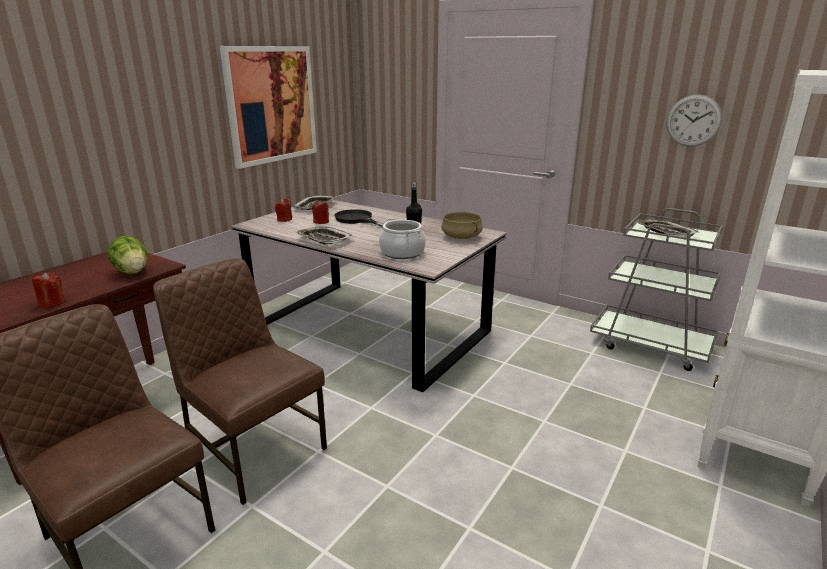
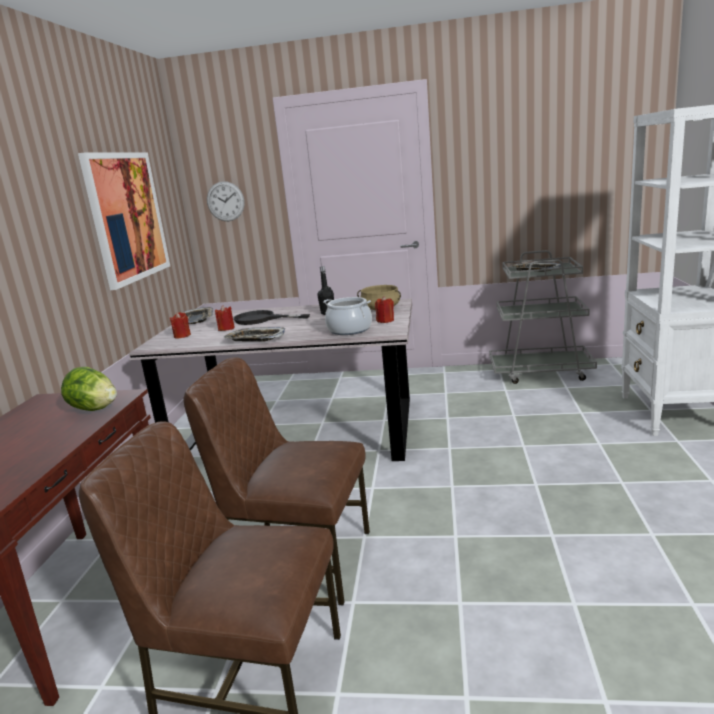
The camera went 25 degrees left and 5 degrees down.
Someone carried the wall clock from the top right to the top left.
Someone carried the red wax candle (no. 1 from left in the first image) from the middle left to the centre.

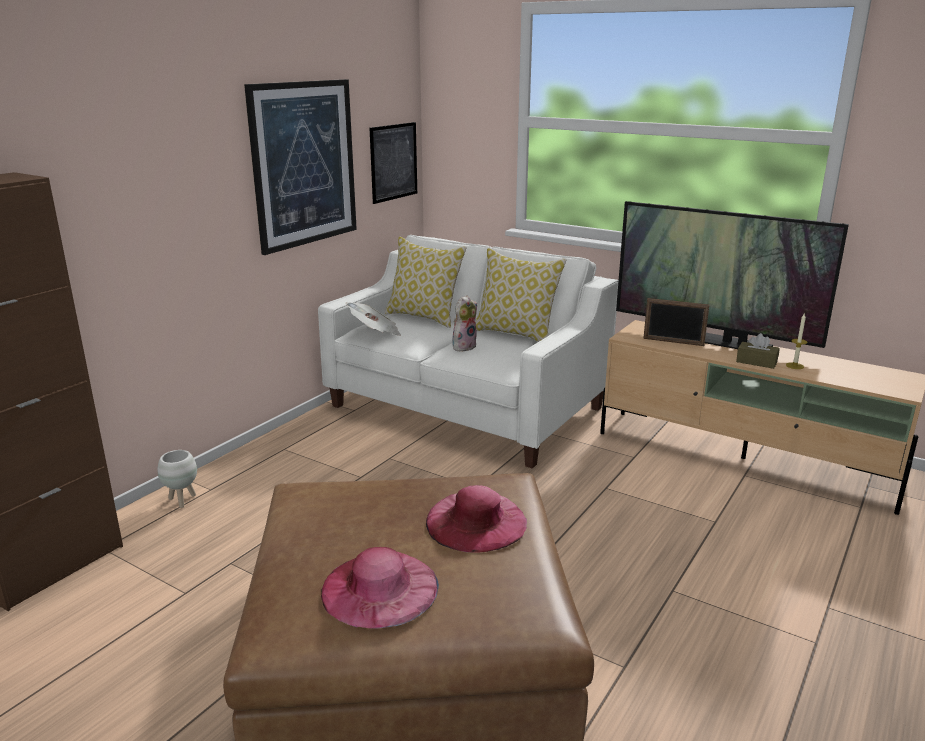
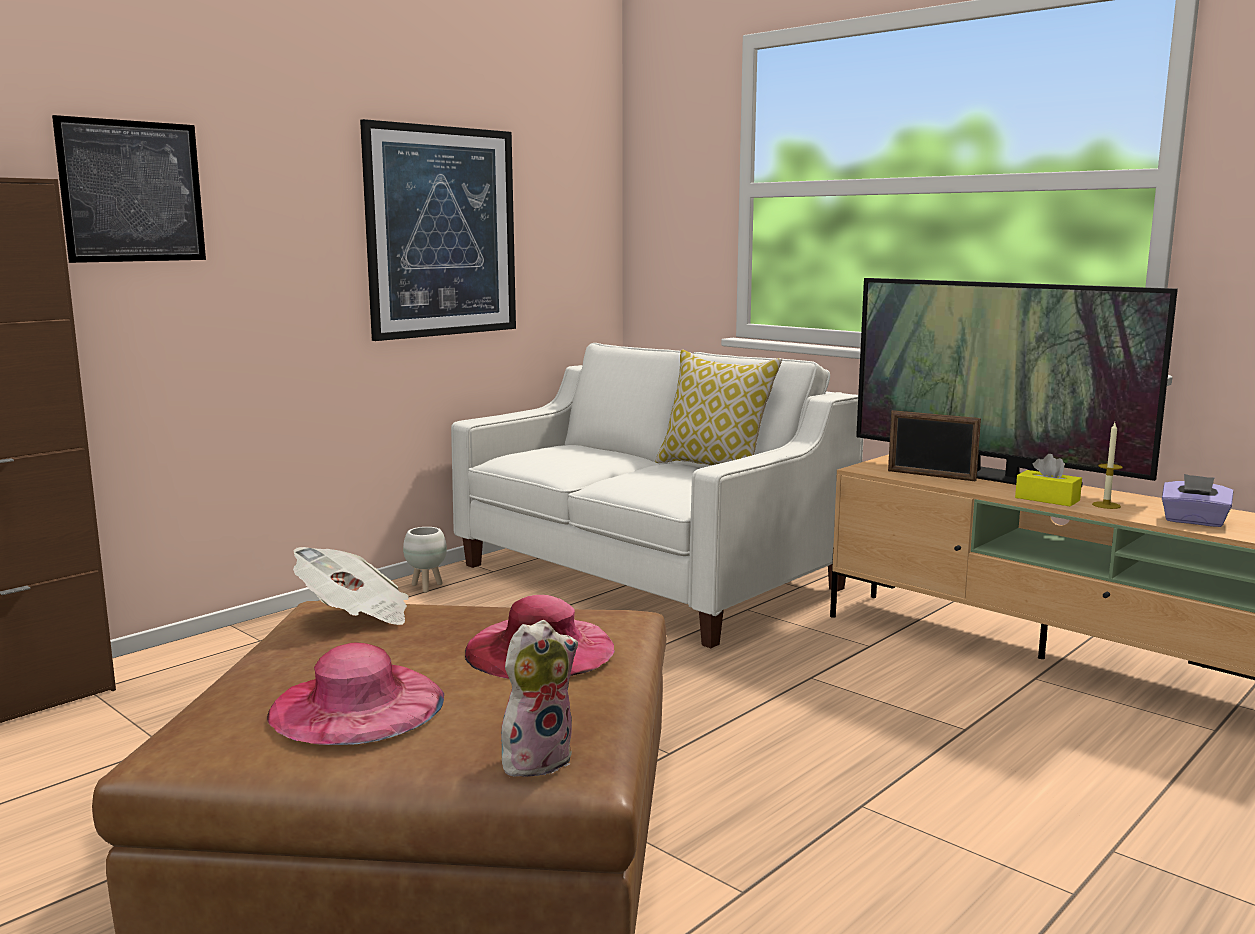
The camera went 10 degrees right and 10 degrees down.
Someone carried the wall picture (no. 2 from left in the first image) from the top centre to the top left.
Someone took away the pillow (no. 1 from left) at the centre.
Someone carried the soft toy from the centre to the bottom centre.
Someone carried the newspaper from the centre to the middle left.
Someone repainted the brownish tissue box at the middle right, which became the yellowish tissue box at the middle right.
Someone carried the white-coloured flower pot from the middle left to the centre.
Someone put down the purple tissue box at the middle right.

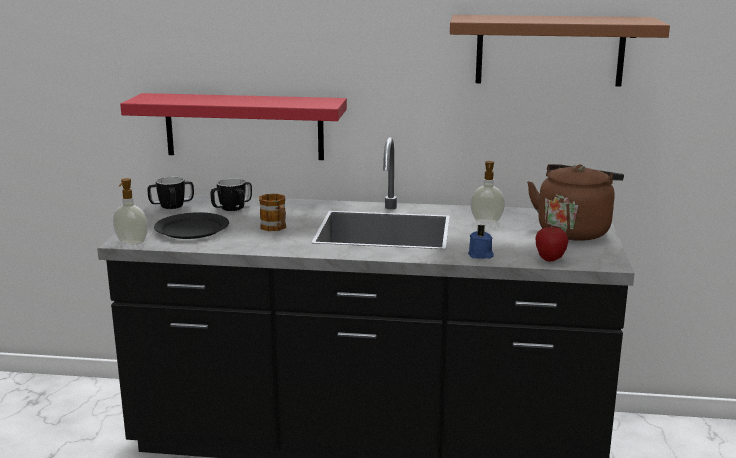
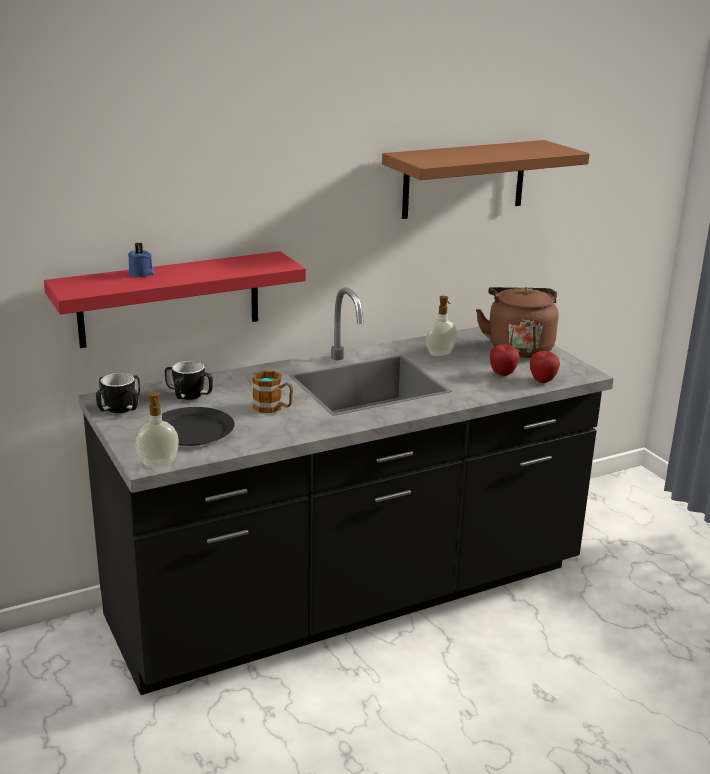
The camera went 35 degrees left and 5 degrees up.
Someone carried the blue wax candle from the centre to the middle left.
Someone put down the whole apple (no. 1 from left) at the middle right.

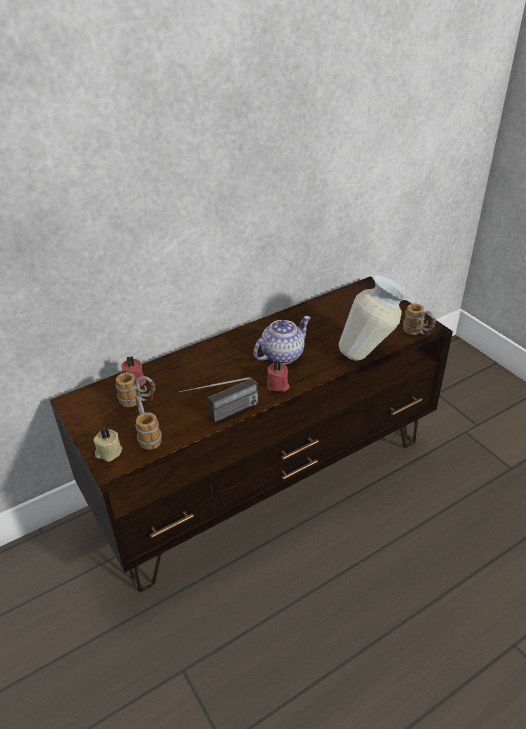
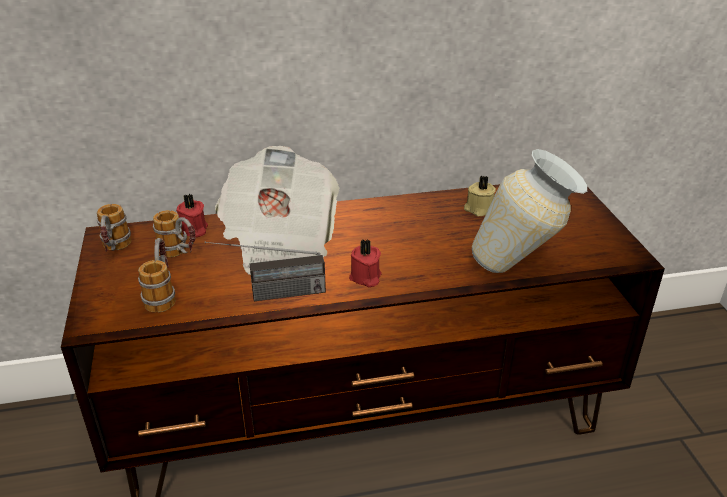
The camera went 20 degrees right and 5 degrees down.
Someone carried the tea mug (no. 3 from left in the first image) from the middle right to the middle left.
Someone took away the pot for tea at the centre.
Someone carried the beige-coloured wax candle from the middle left to the centre.
Someone put down the newspaper at the centre.

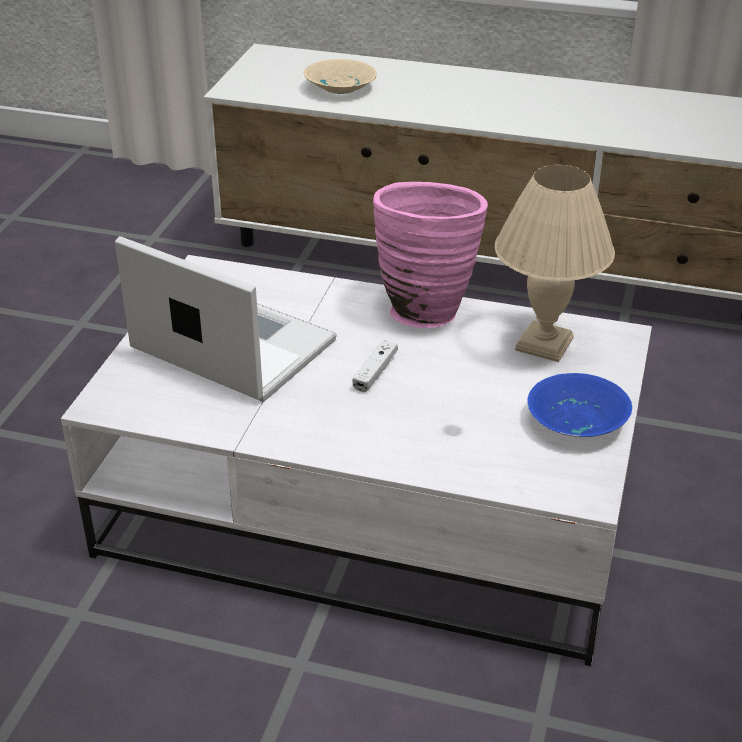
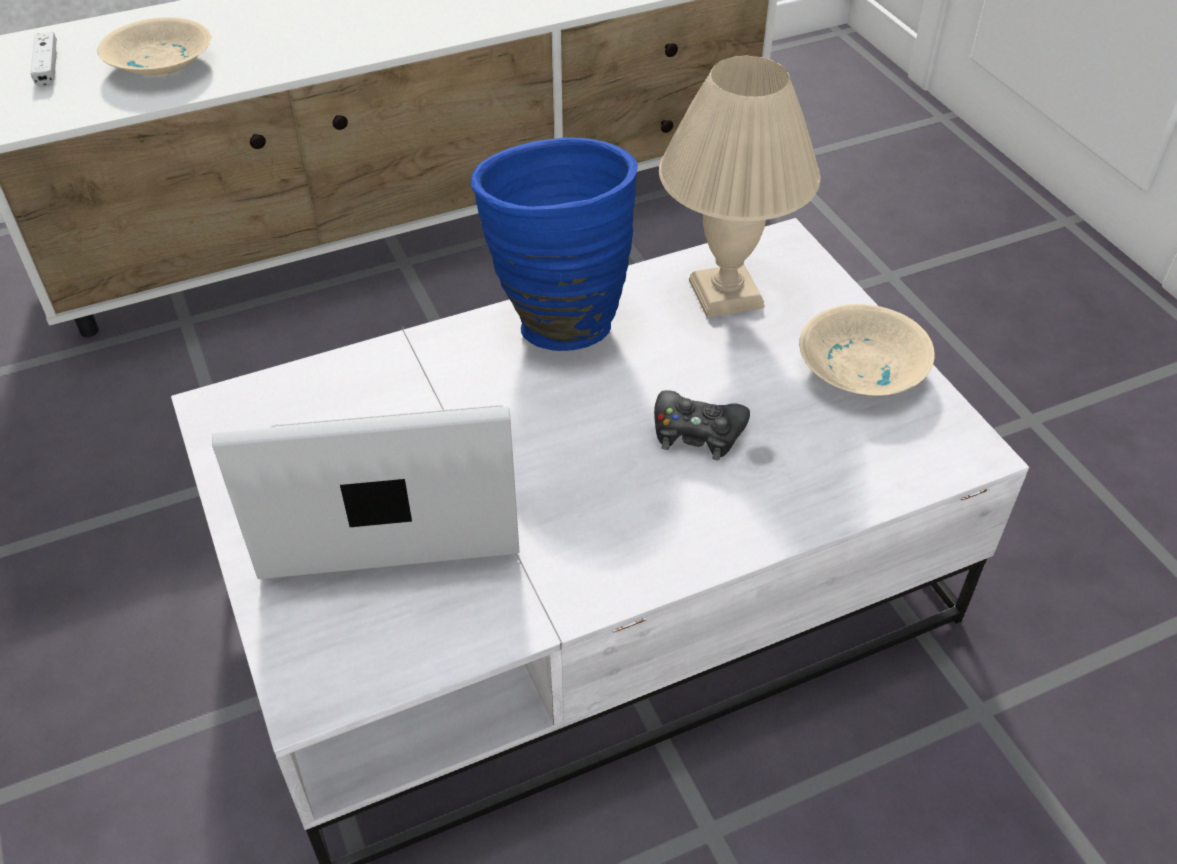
The camera went 40 degrees left and 10 degrees up.
Someone repainted the pink-coloured flower vase at the centre, which became the blue flower vase at the top centre.
Someone carried the white-coloured joypad from the centre to the top left.
Someone repainted the blue serving bowl at the middle right, which became the beige-coloured serving bowl (no. 2 from left) at the middle right.
Someone put down the black joypad at the centre.

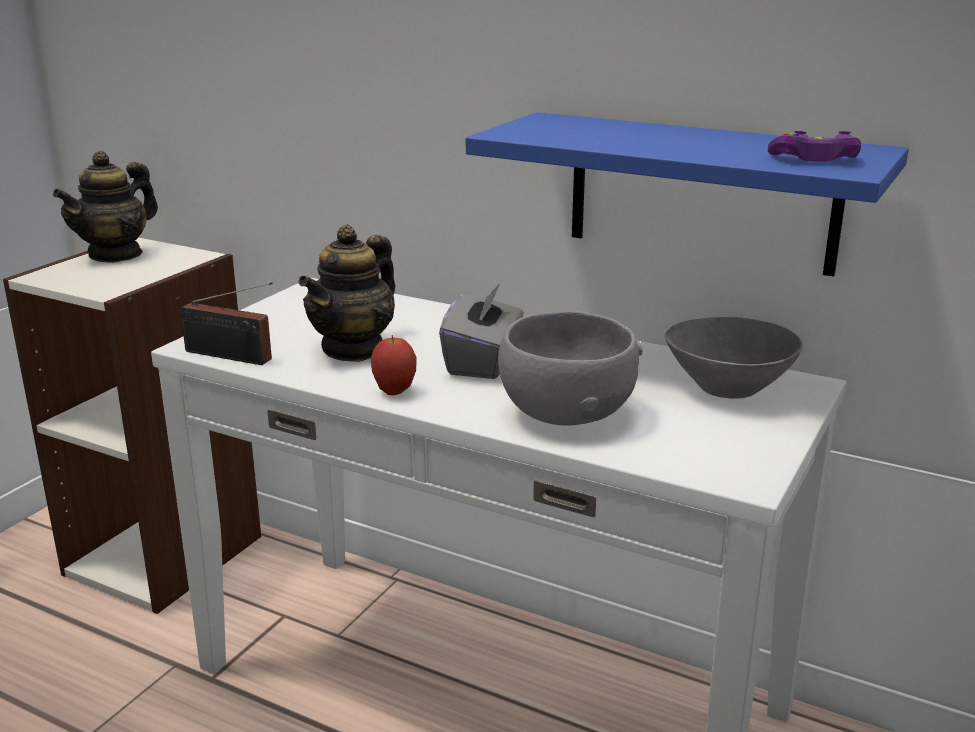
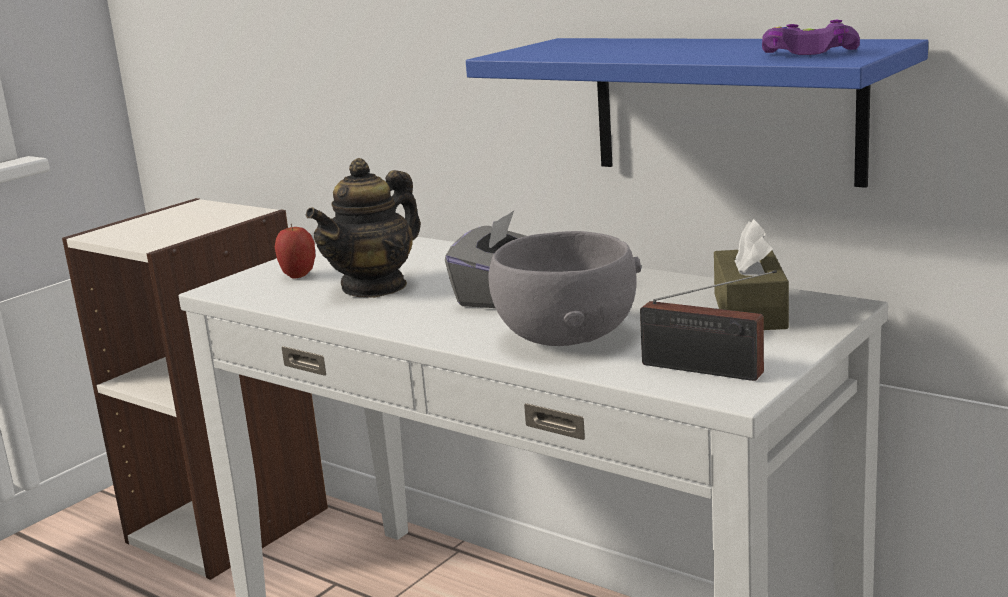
The camera went 10 degrees right and 5 degrees down.
Someone took away the pot for tea (no. 1 from left) at the top left.
Someone carried the radio set from the middle left to the middle right.
Someone swapped the greyish serving bowl (no. 2 from left) at the middle right for the brownish tissue box at the middle right.
Someone carried the whole apple from the centre to the middle left.

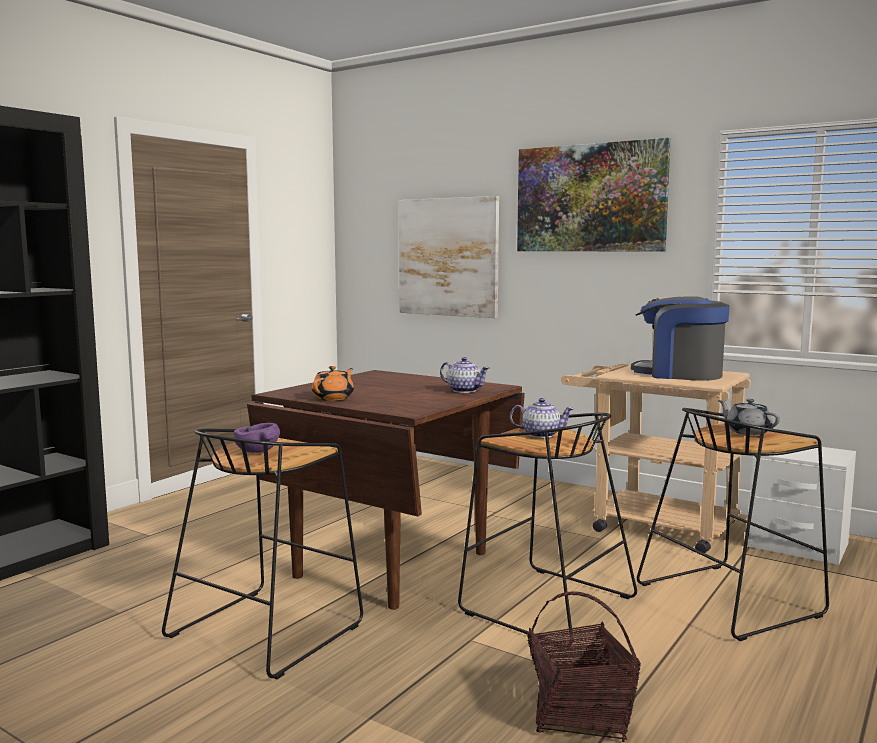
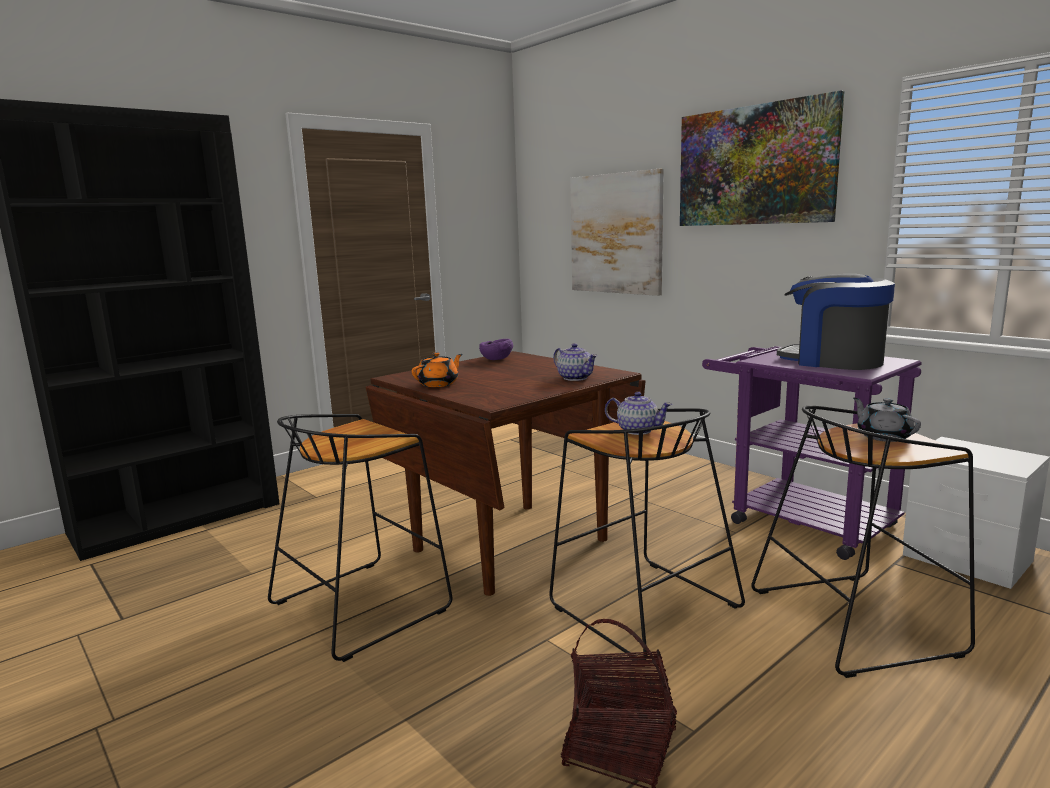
The camera went 15 degrees right and 5 degrees up.
Someone repainted the beige-coloured cart at the middle right, which became the purple cart at the middle right.
Someone carried the purple serving bowl from the middle left to the centre.

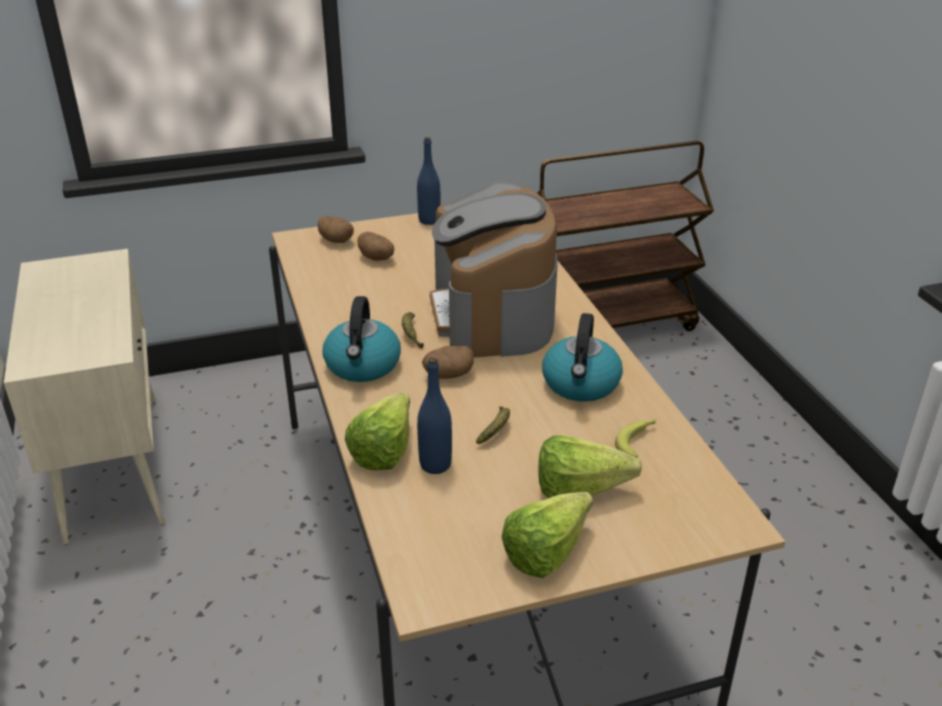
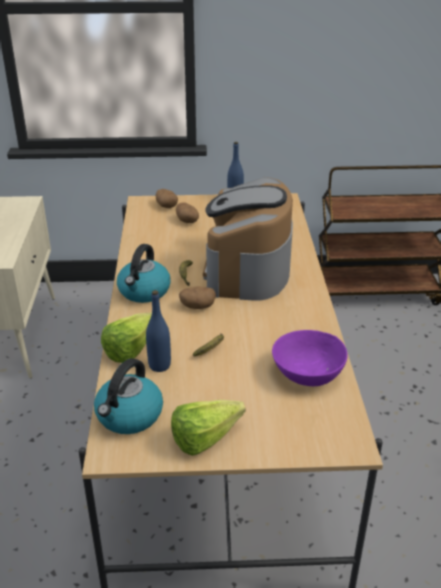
The camera went 15 degrees right and 0 degrees up.
Someone carried the tea kettle (no. 2 from left in the first image) from the centre to the bottom left.
Someone swapped the whole banana (no. 3 from left) at the middle right for the purple serving bowl at the middle right.
Someone took away the head of lettuce (no. 3 from left) at the centre.

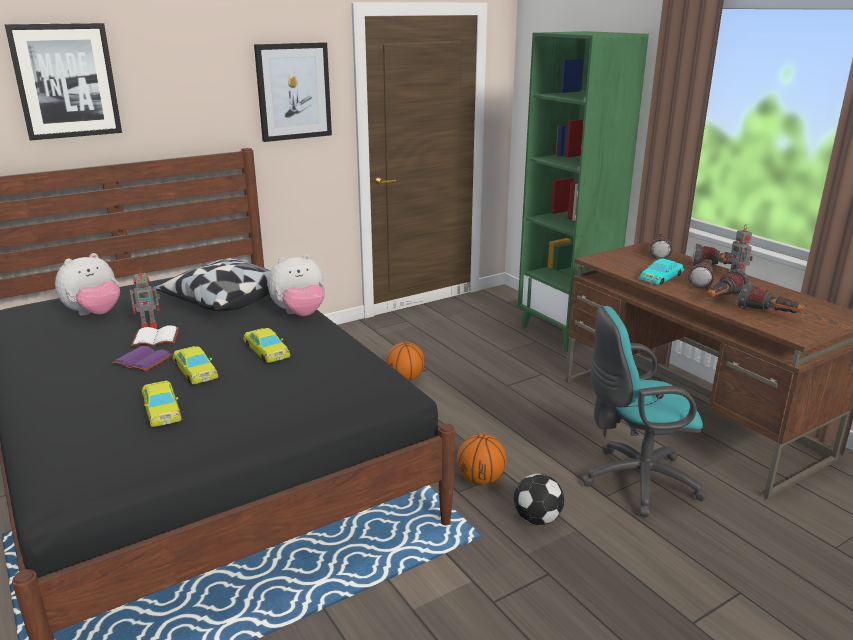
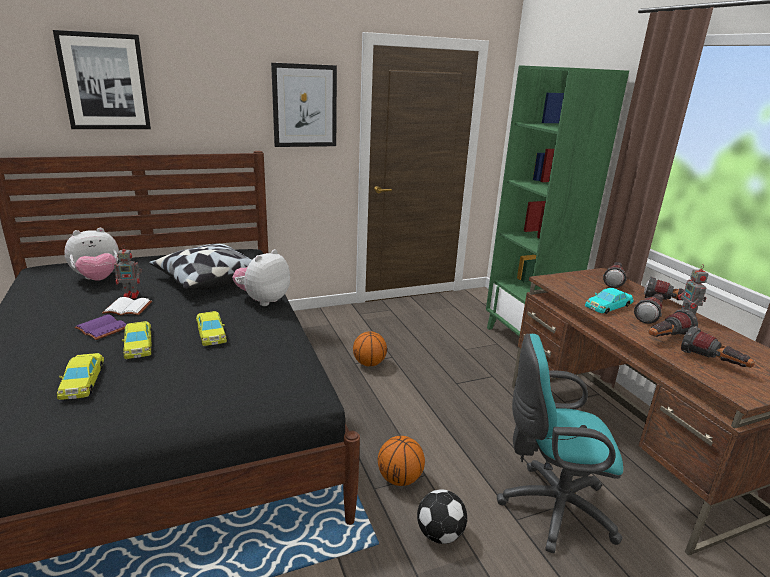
The camera went 10 degrees right and 0 degrees up.
Someone rotated the soft toy (no. 2 from left) at the centre by 135 degrees clockwise.

